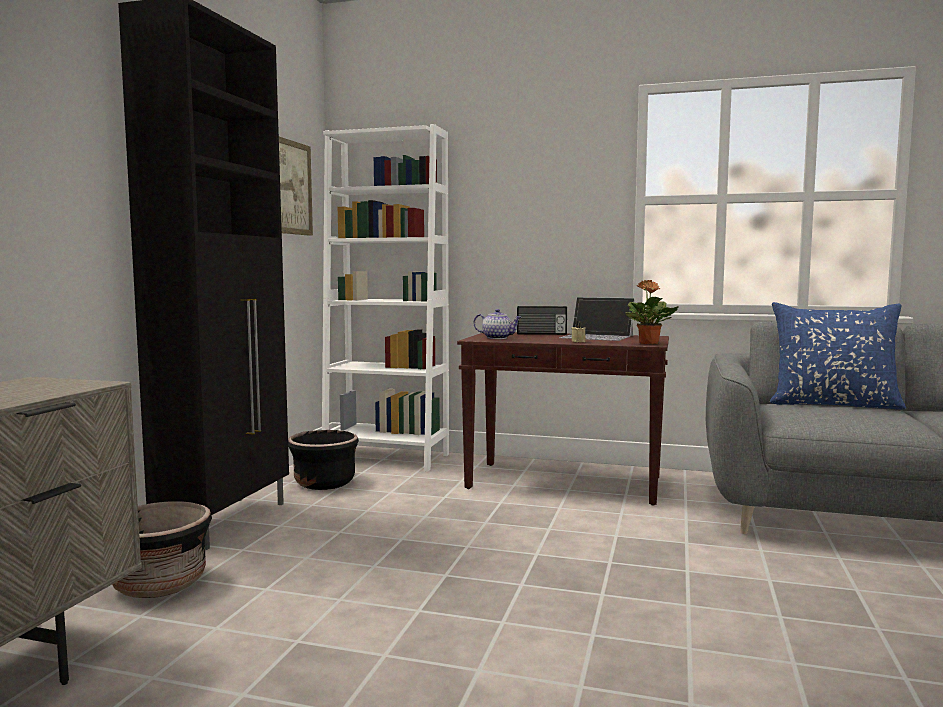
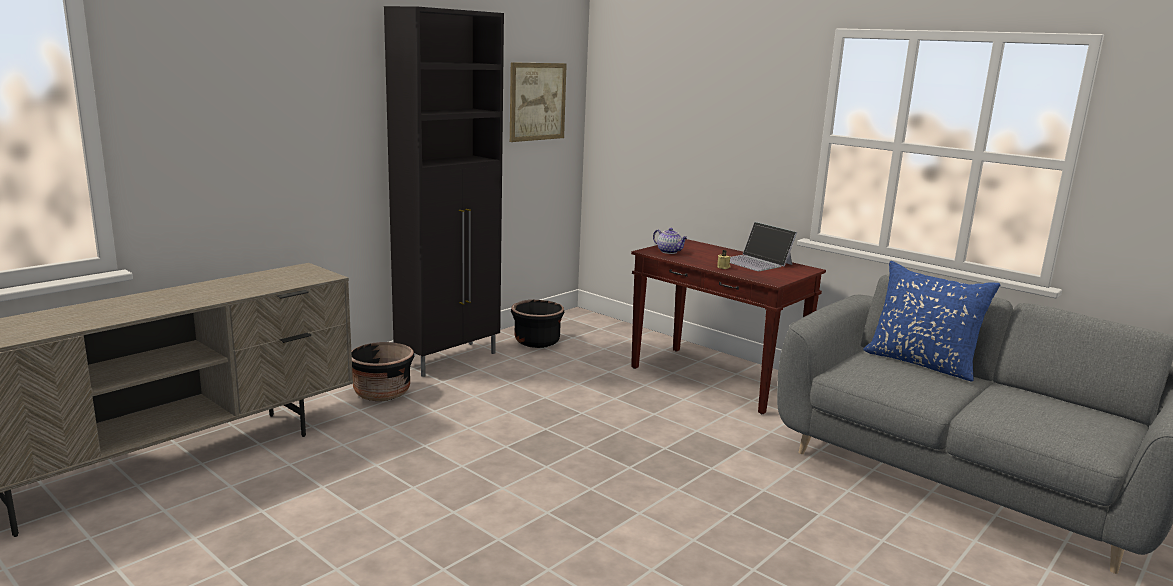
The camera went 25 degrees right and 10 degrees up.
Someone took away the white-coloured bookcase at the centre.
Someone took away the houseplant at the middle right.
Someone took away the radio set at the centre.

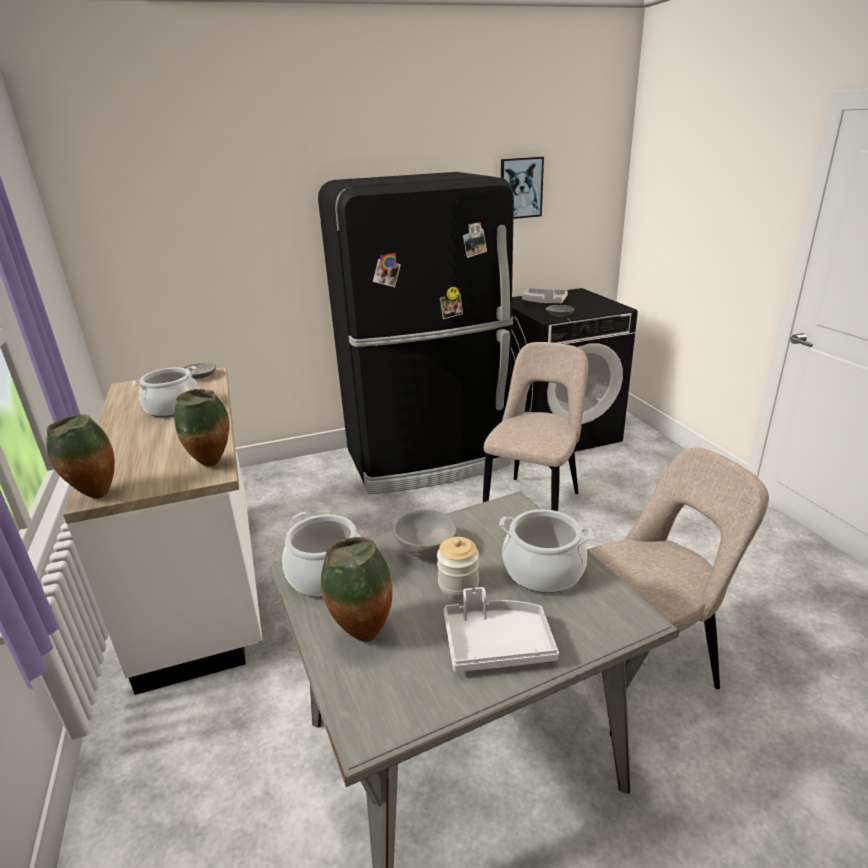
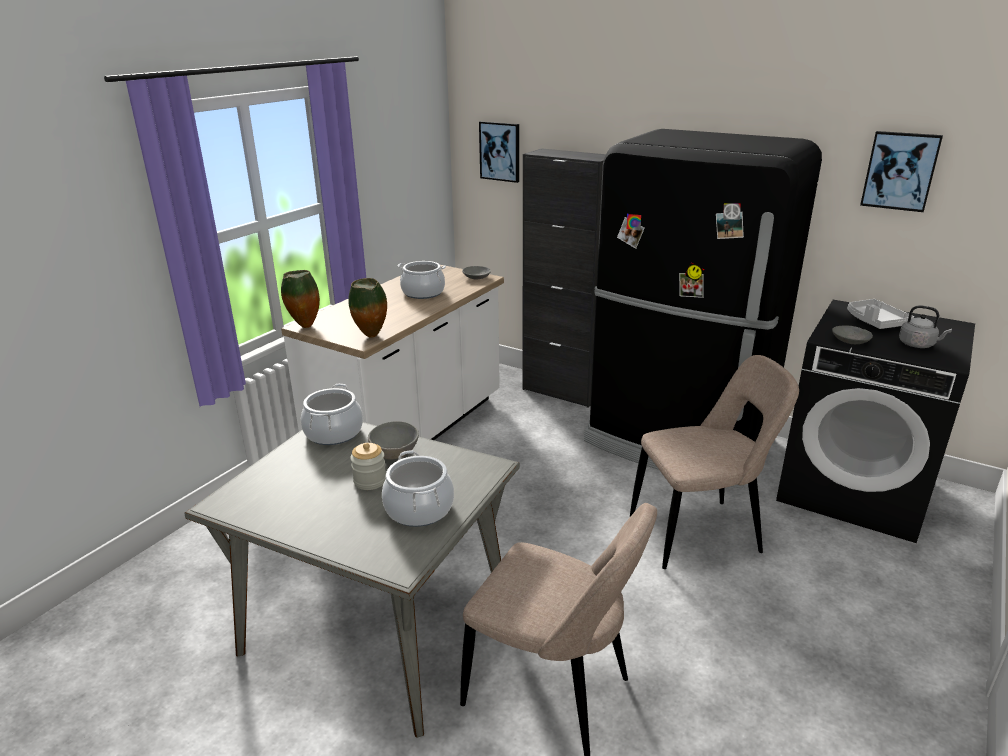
The camera went 50 degrees right and 0 degrees up.
Someone took away the flower vase (no. 3 from left) at the bottom centre.
Someone took away the greyish carrying tray (no. 1 from left) at the bottom centre.
Someone put up the wall picture (no. 1 from left) at the top centre.
Someone put down the black storage cabinet at the centre.
Someone put down the greyish tea kettle at the middle right.

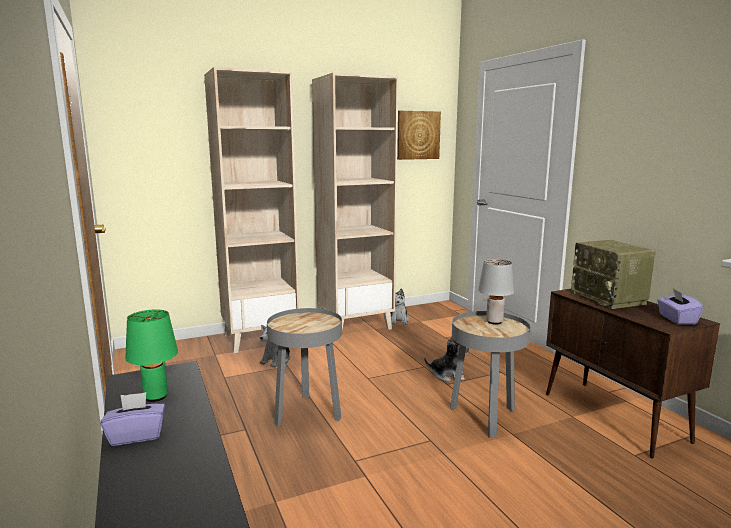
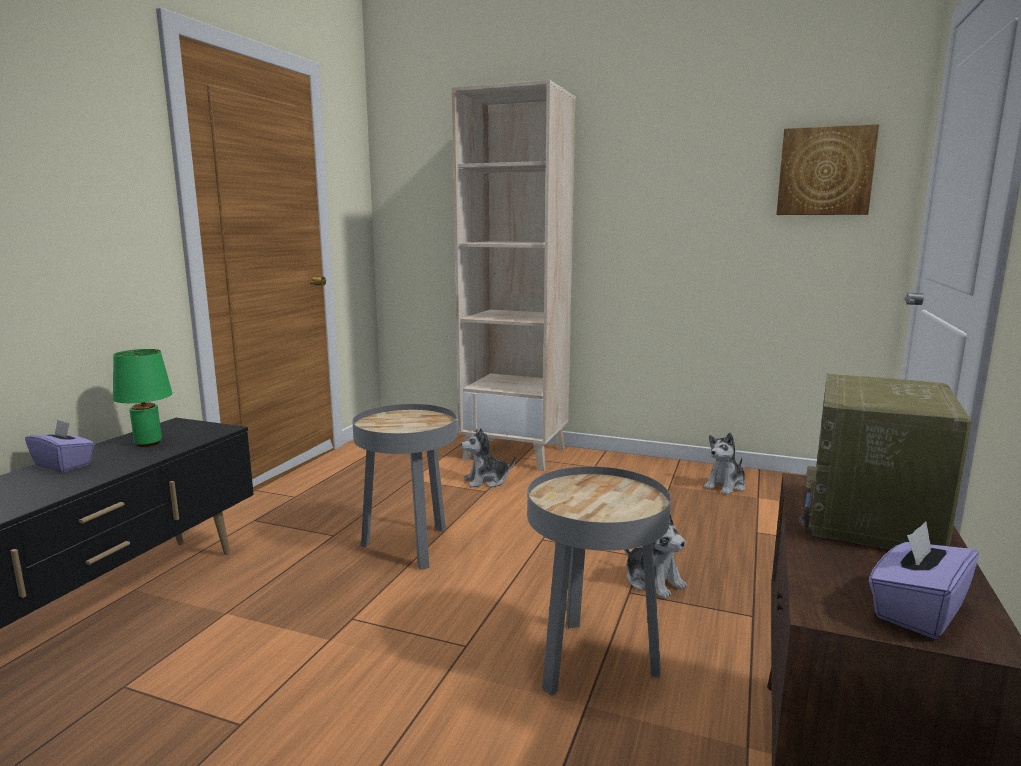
The camera went 45 degrees right and 0 degrees up.
Someone took away the beige-coloured bookcase (no. 2 from left) at the centre.
Someone took away the greyish lamp for a table at the middle right.

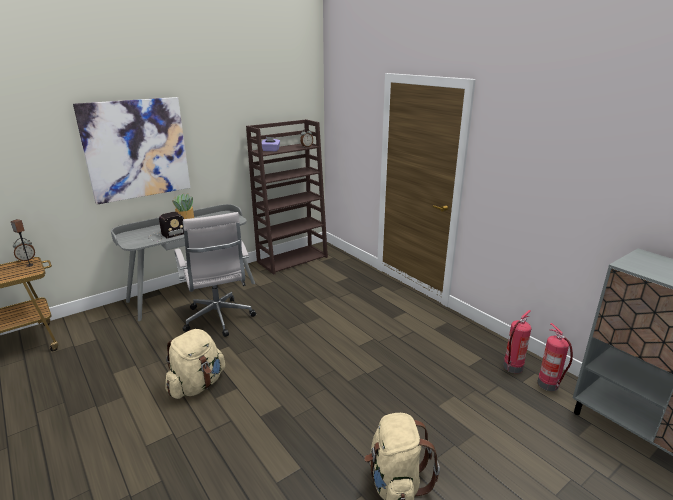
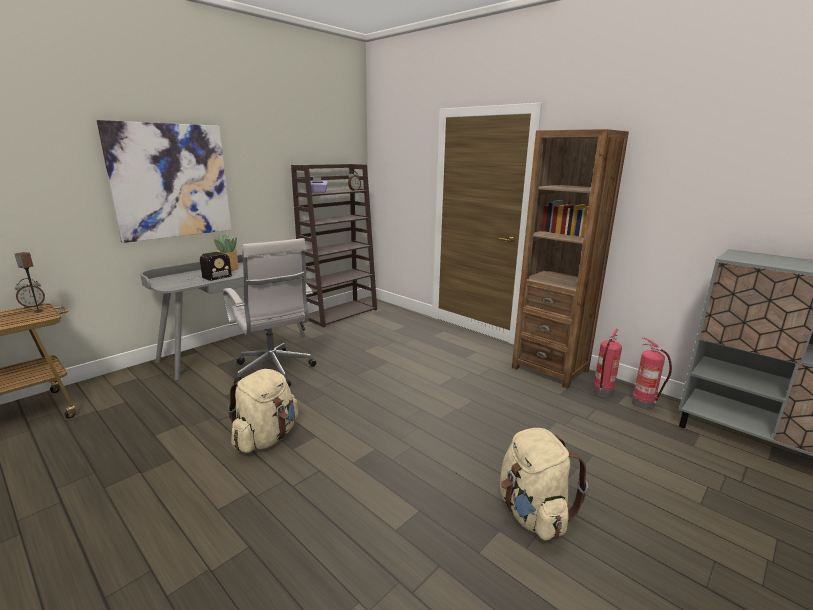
The camera went 10 degrees left and 5 degrees down.
Someone put down the brownish bookcase (no. 2 from left) at the middle right.

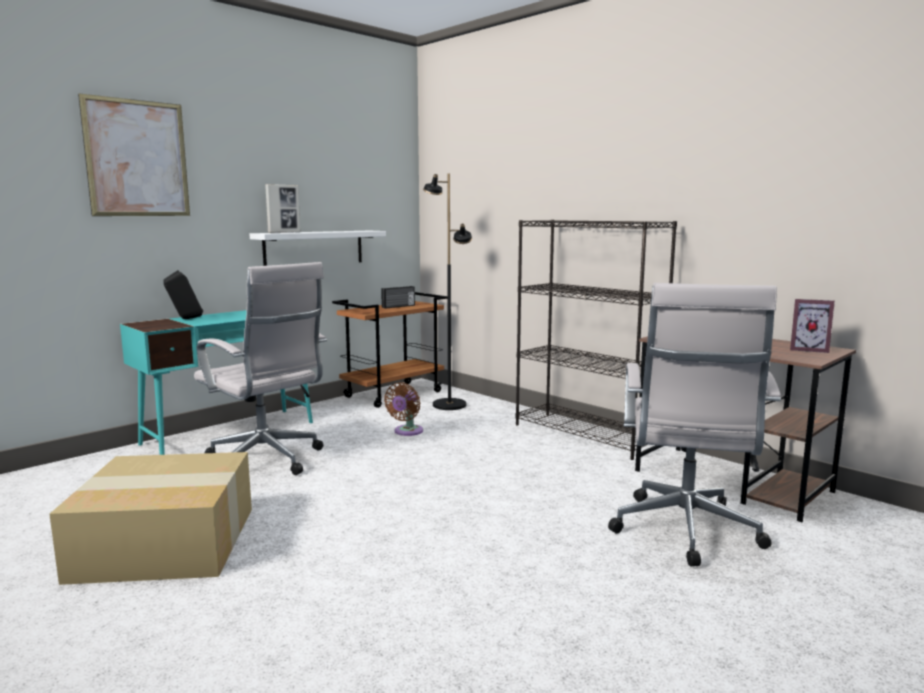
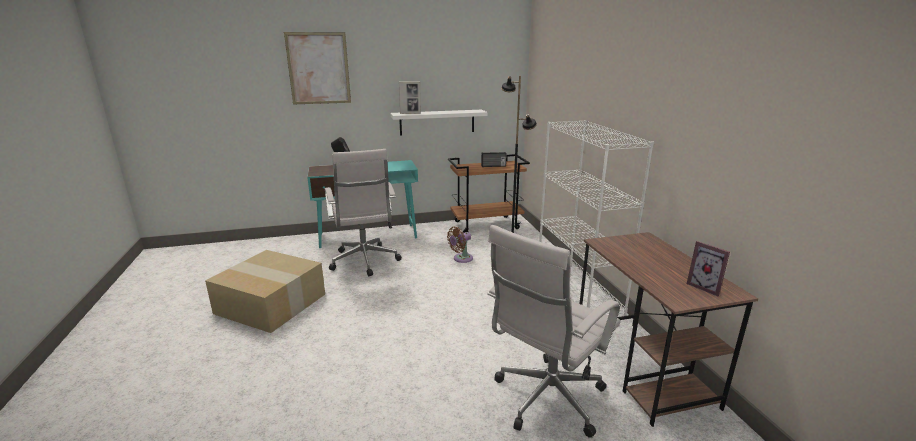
The camera went 30 degrees right and 10 degrees up.
Someone repainted the black bookcase at the centre, which became the white-coloured bookcase at the centre.

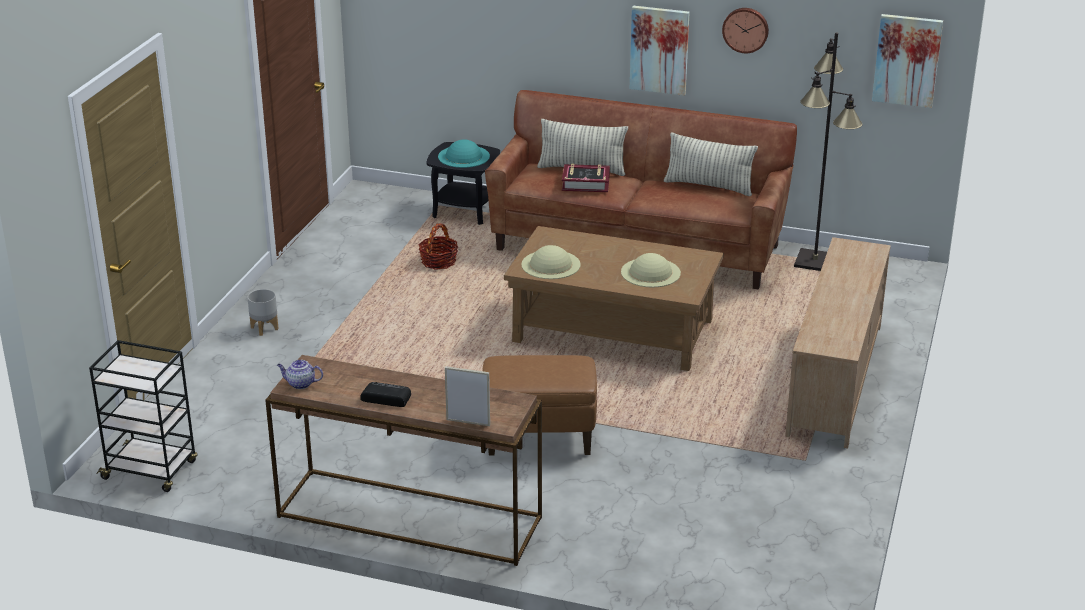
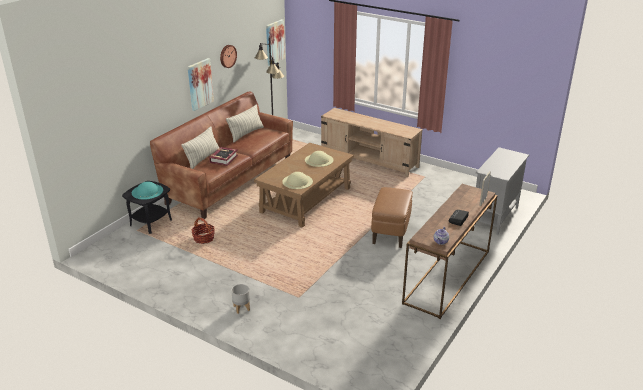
The camera went 75 degrees left and 0 degrees up.
Someone took away the black cart at the bottom left.
Someone put down the greyish storage cabinet at the middle right.

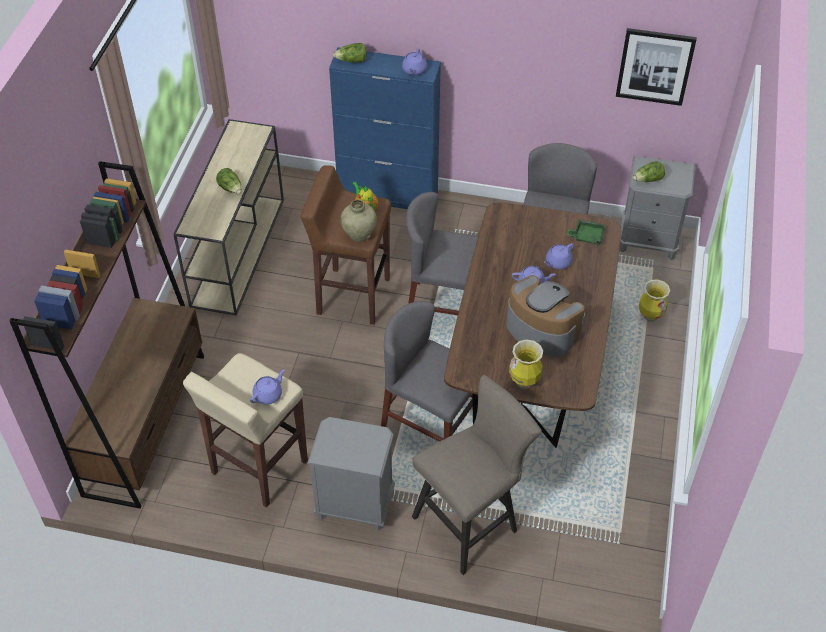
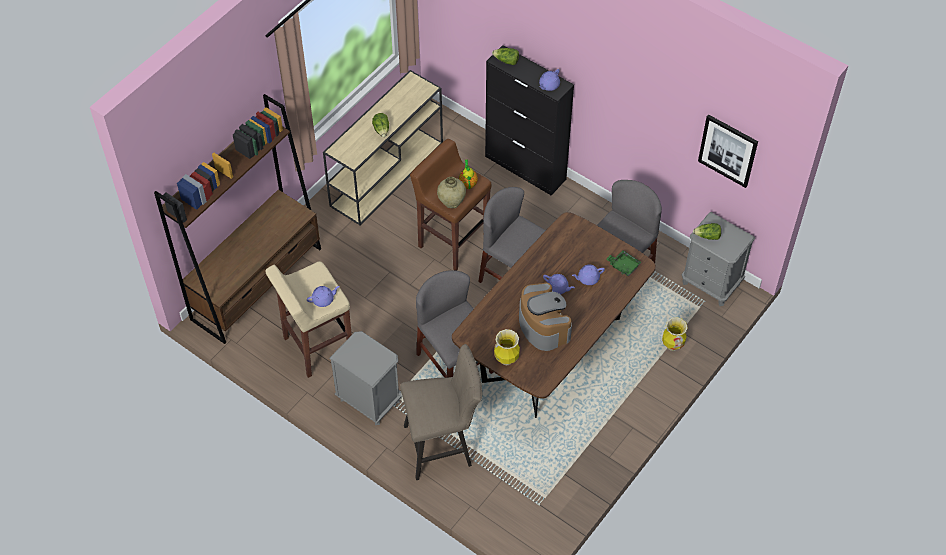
The camera went 25 degrees right and 5 degrees up.
Someone repainted the blue storage cabinet at the top centre, which became the black storage cabinet at the top centre.

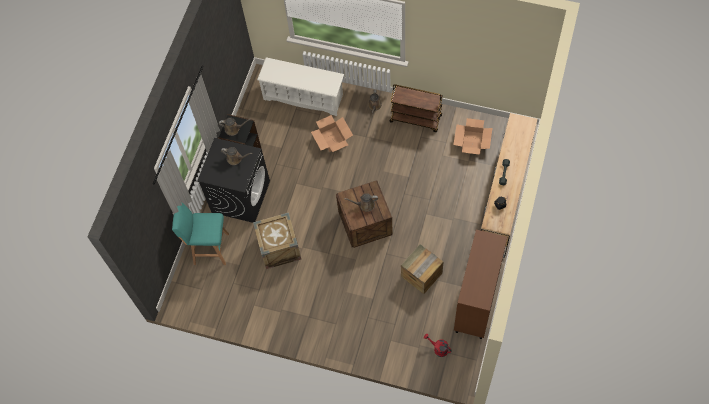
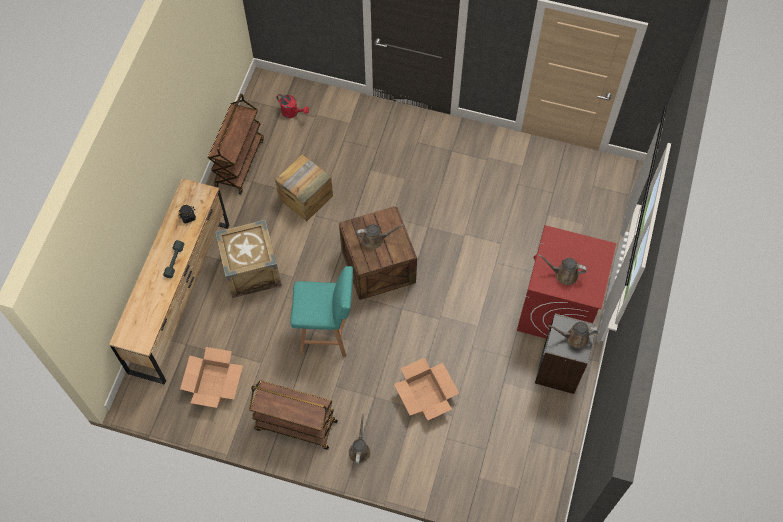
The camera went 175 degrees right and 0 degrees up.
Someone took away the white-coloured shoe stand at the top centre.
Someone repainted the black laundry machine at the middle left, which became the red laundry machine at the middle right.
Someone carried the blue-green stool seat from the middle left to the centre.
Someone carried the crate (no. 1 from left) from the centre to the middle left.
Someone swapped the brownish storage cabinet at the bottom right for the brownish cart (no. 1 from left) at the top left.

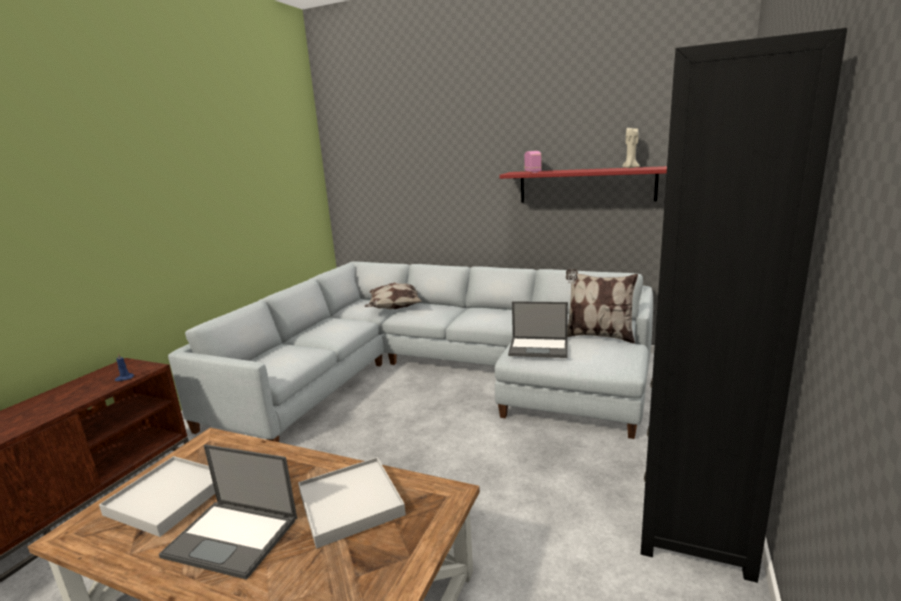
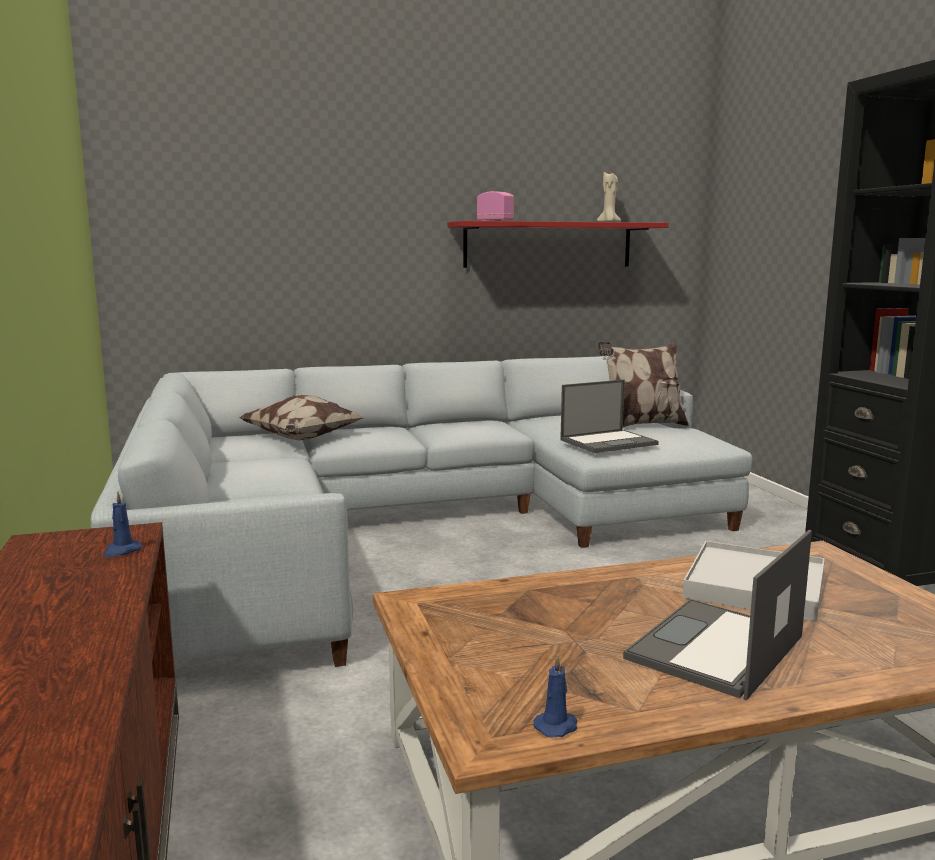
The camera went 40 degrees left and 5 degrees down.
Someone rotated the notebook computer (no. 1 from left in the first image) at the bottom left by 150 degrees clockwise.
Someone took away the white-coloured carrying tray (no. 1 from left) at the bottom left.
Someone put down the blue wax candle (no. 2 from left) at the bottom centre.

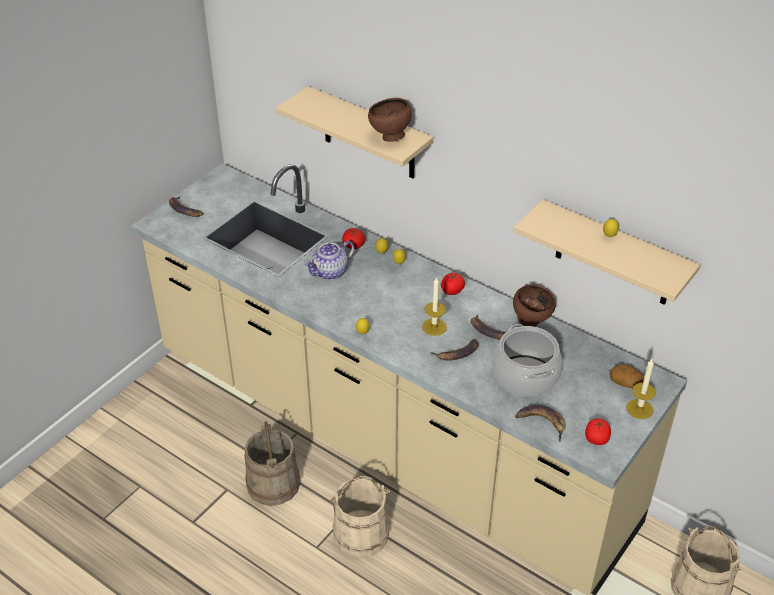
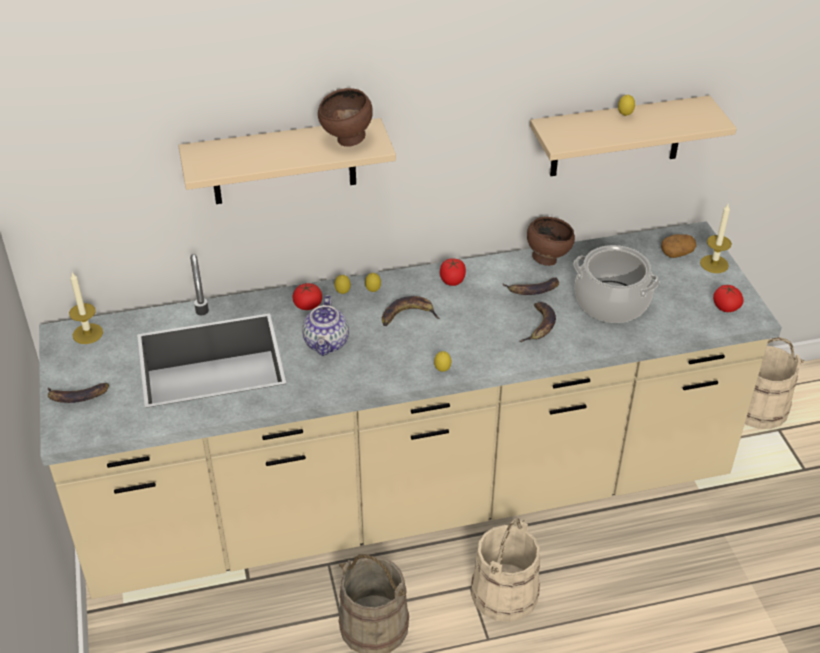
The camera went 50 degrees left and 0 degrees up.
Someone carried the wax candle (no. 1 from left) from the centre to the middle left.
Someone carried the whole banana (no. 4 from left in the first image) from the bottom right to the centre.

